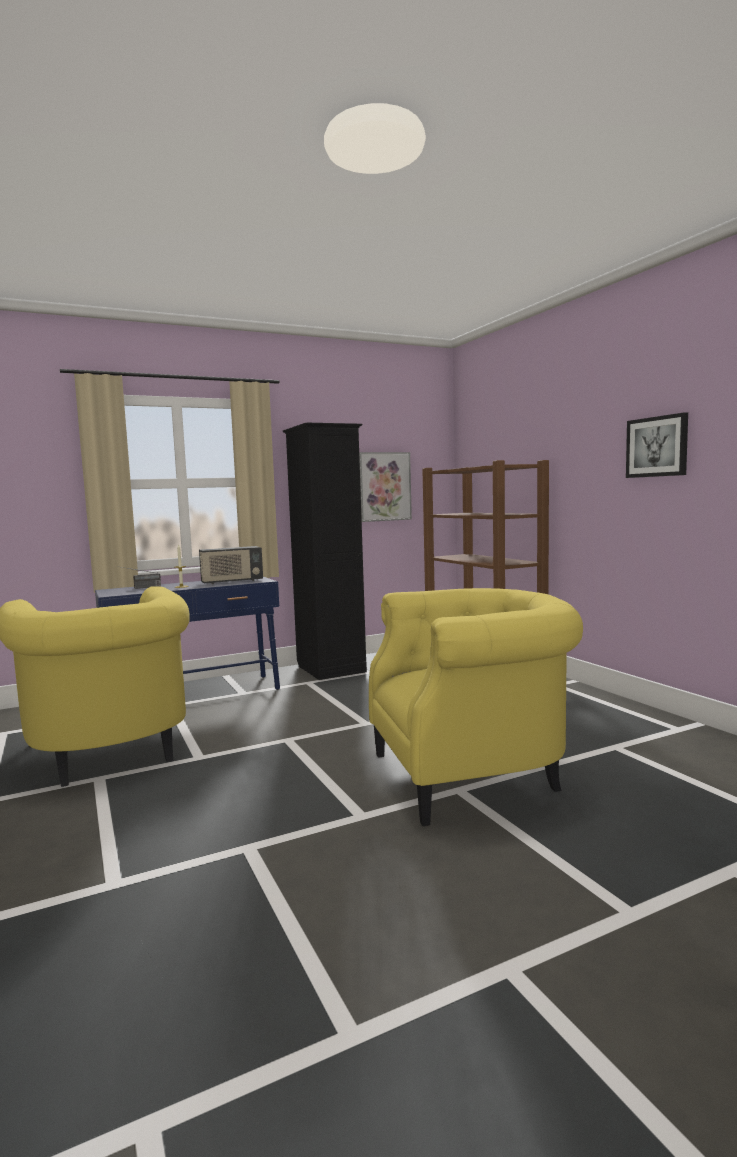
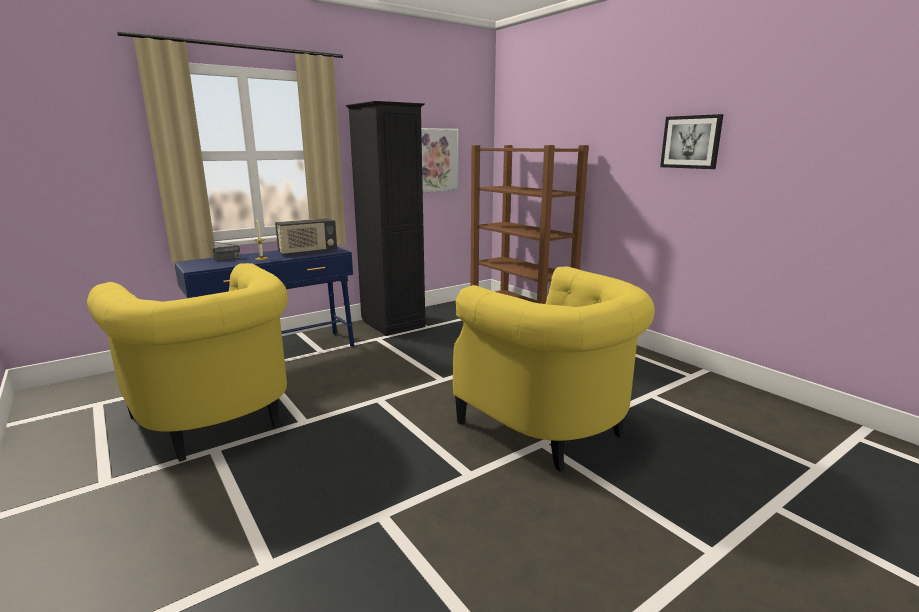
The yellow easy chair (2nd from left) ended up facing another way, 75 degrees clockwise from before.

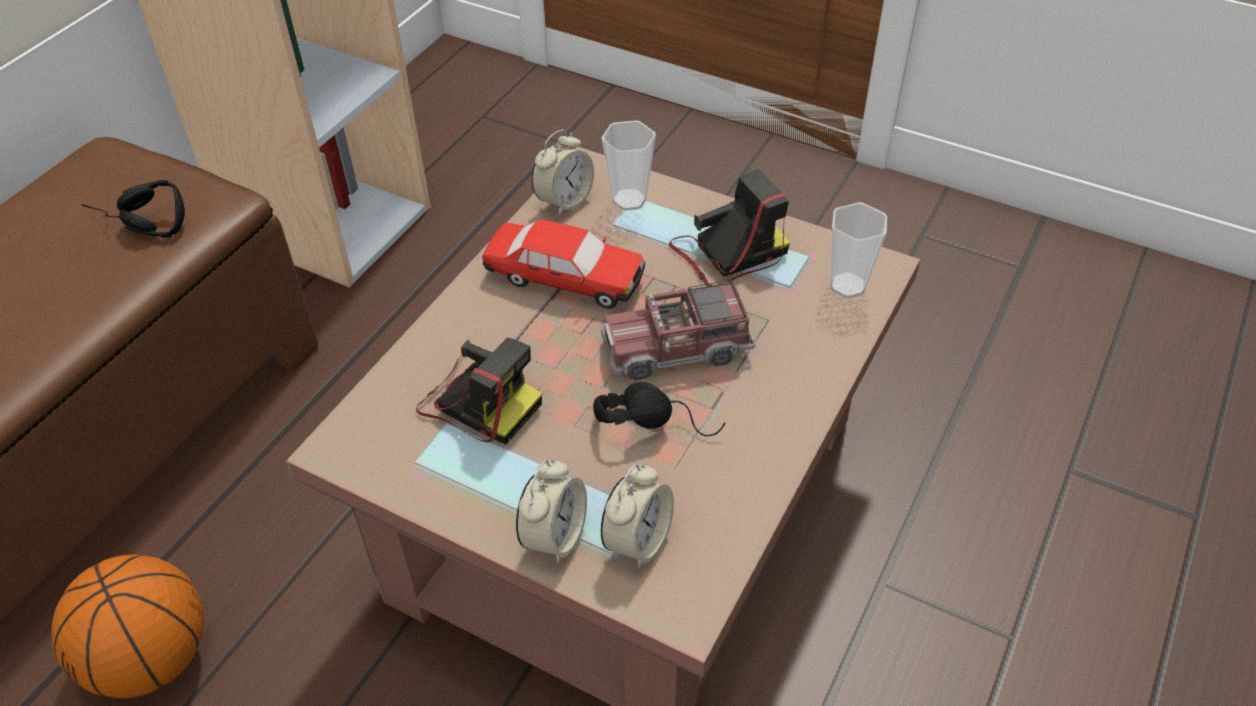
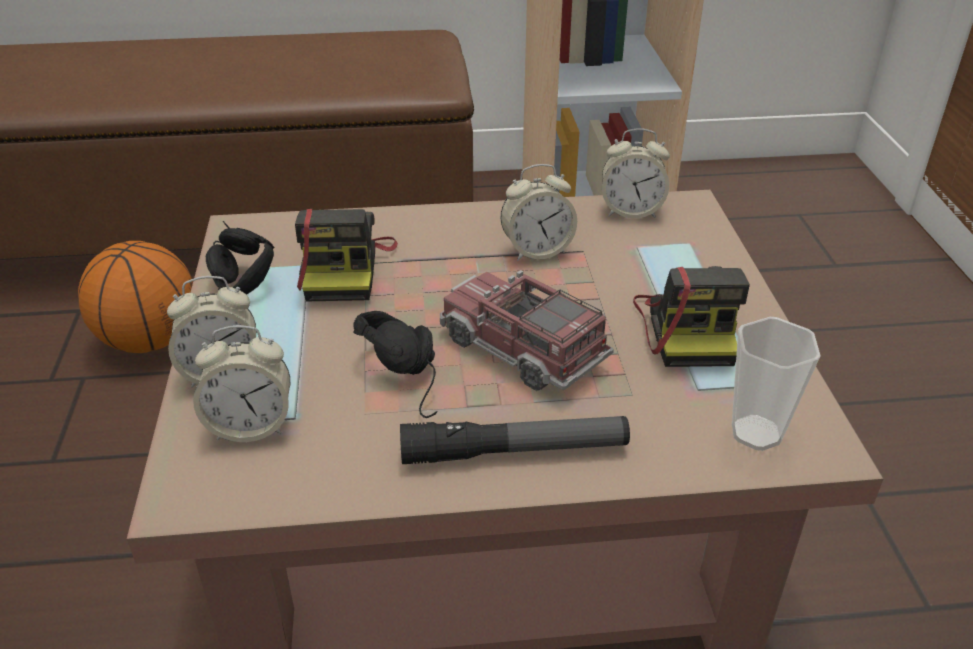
The blackish headset (1st from left) ended up elsewhere.
The second view gained the flashlight.
Where the model car stood, the alarm clock (3rd from left) came to stand.
The photo camera (2nd from left) ended up facing another way, 60 degrees clockwise from before.
The second view lost the drinking cup (1st from left).

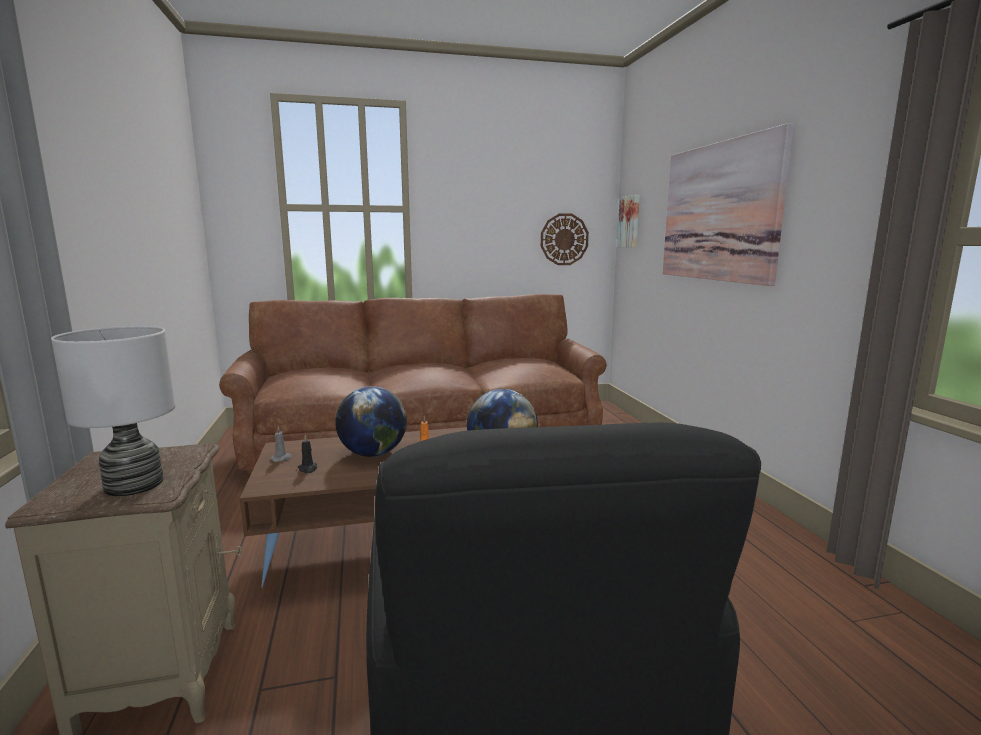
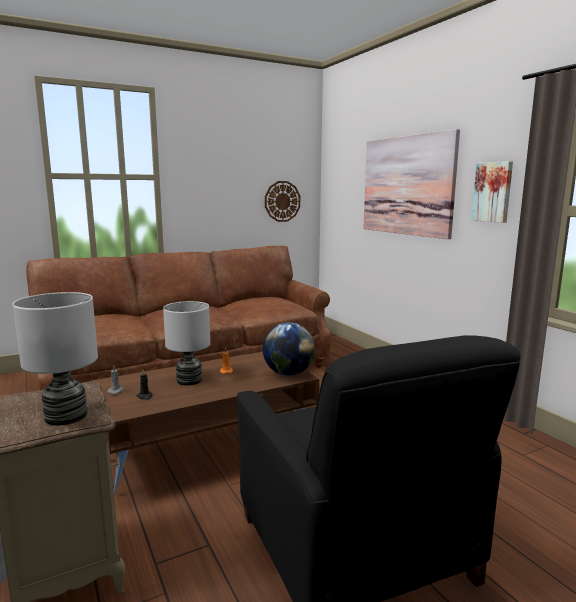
Where the desk globe (1st from left) stood, the greyish table lamp (2nd from left) came to stand.
The wall picture (1st from left in the first image) ended up elsewhere.

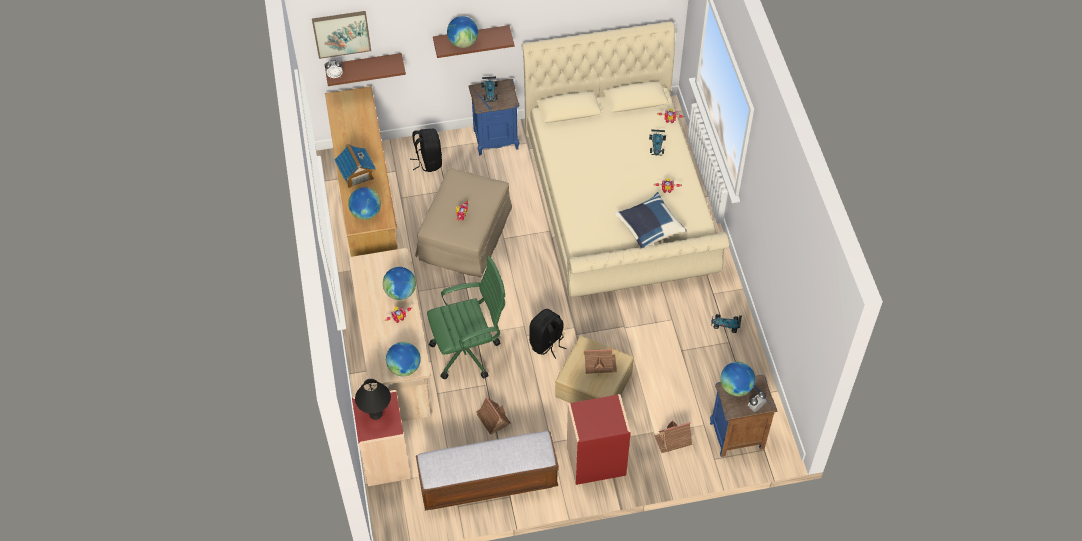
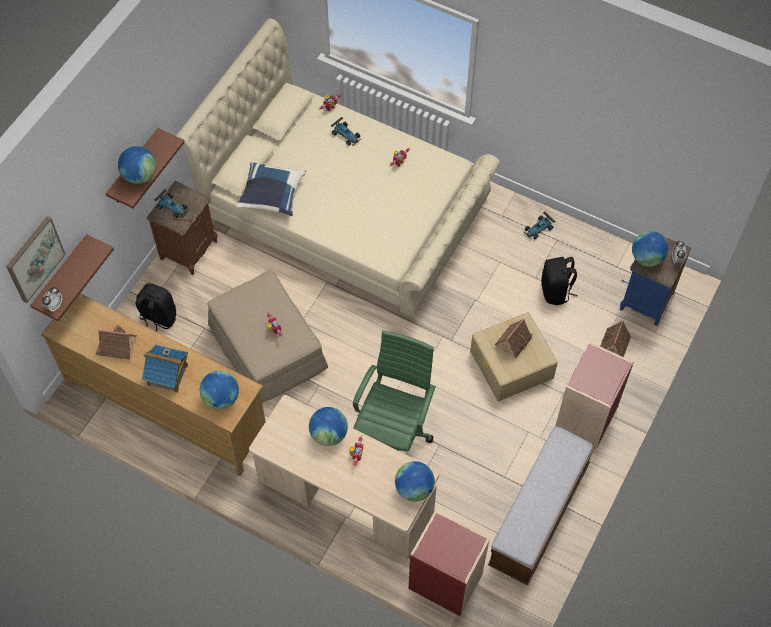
The miniature house (2nd from left in the first image) ended up elsewhere.
What was the blue-coloured bedside table (1st from left) turned into the brown bedside table.
The blue-coloured pillow ended up elsewhere.
The blackish rucksack (2nd from left) ended up elsewhere.
The second view lost the blackish table lamp.

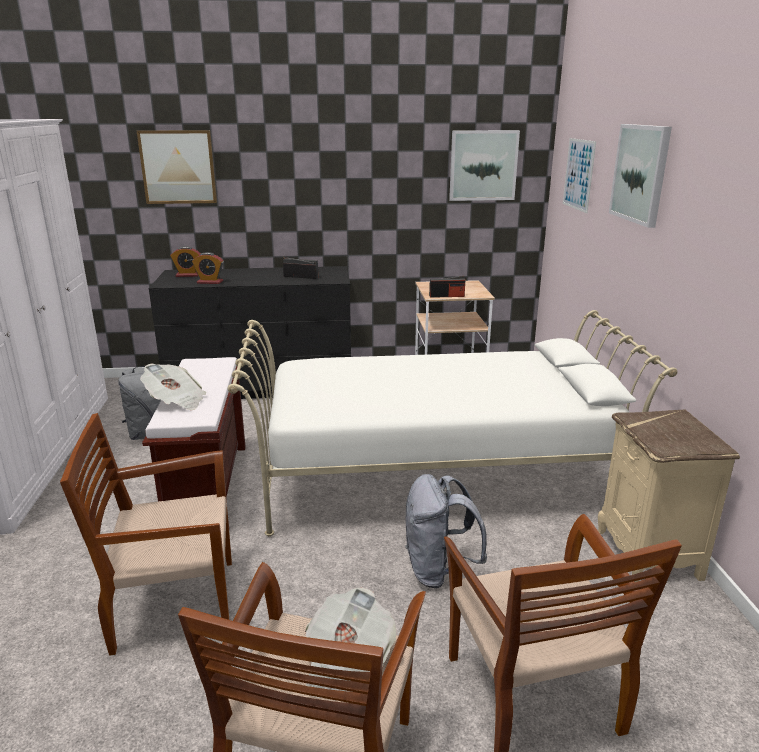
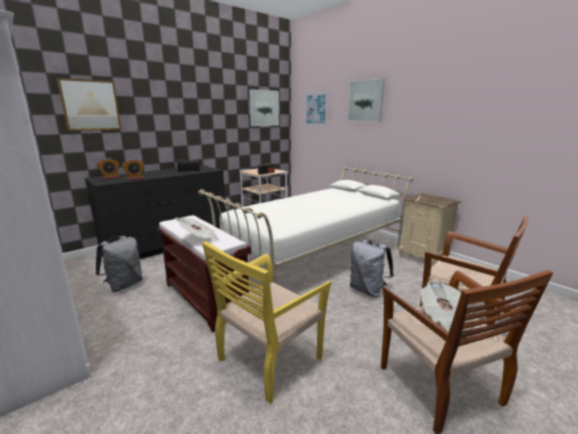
What was the brown easy chair (1st from left) turned into the yellow easy chair.

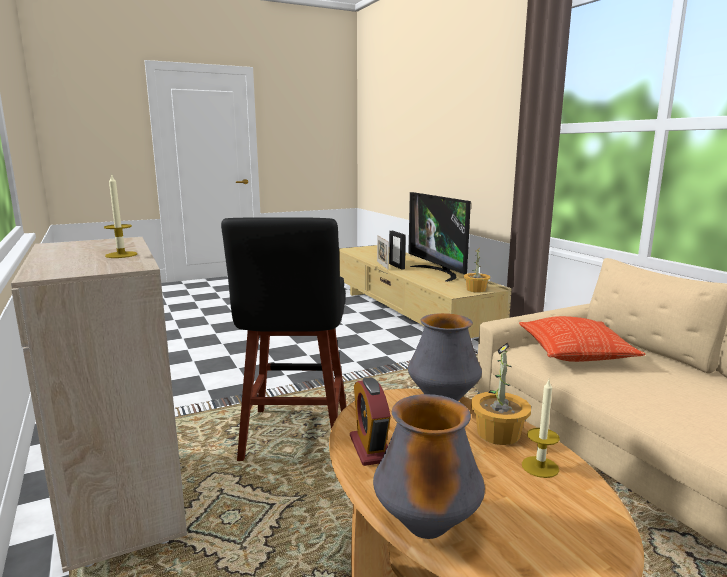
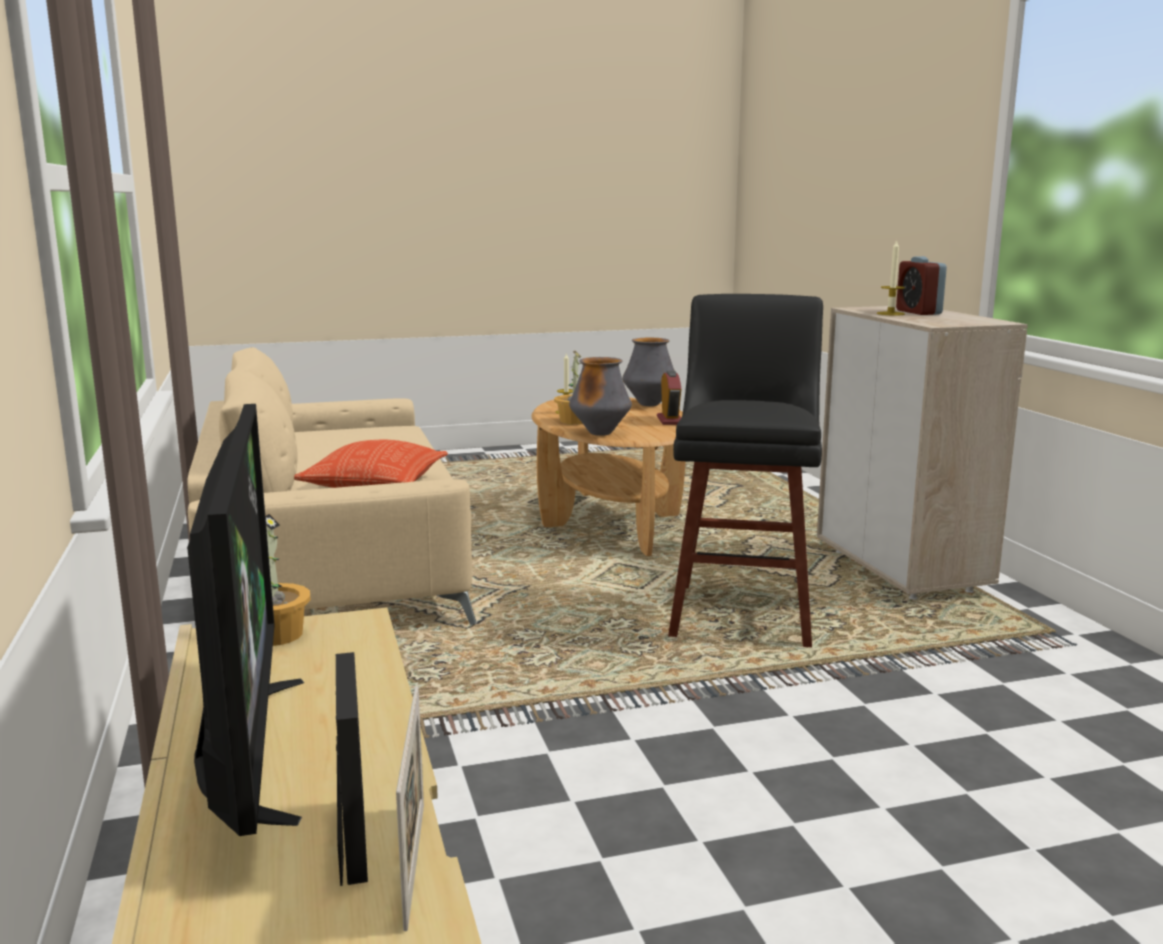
The second view gained the alarm clock (2nd from left).

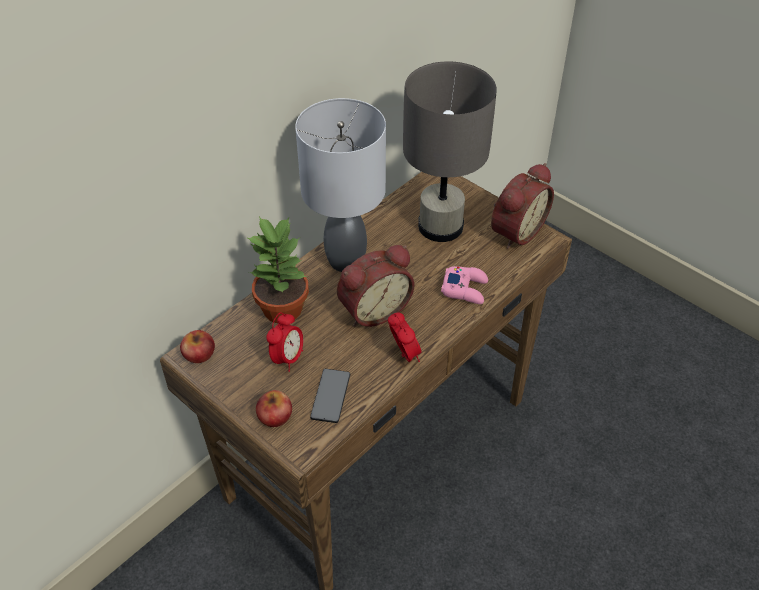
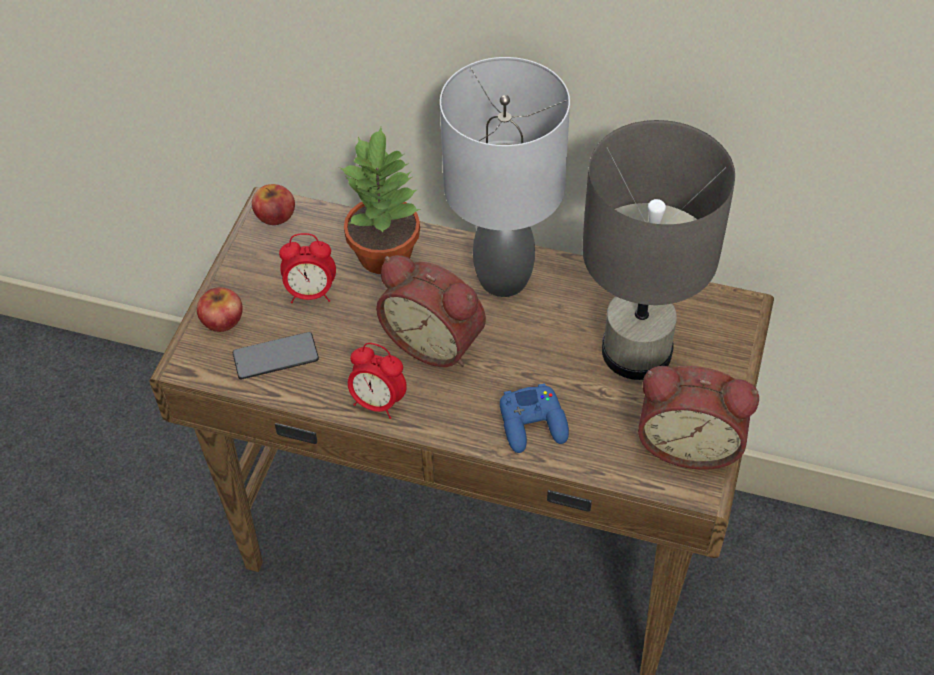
The alarm clock (3rd from left in the first image) ended up facing another way, 75 degrees clockwise from before.
What was the pink game controller turned into the blue-coloured game controller.

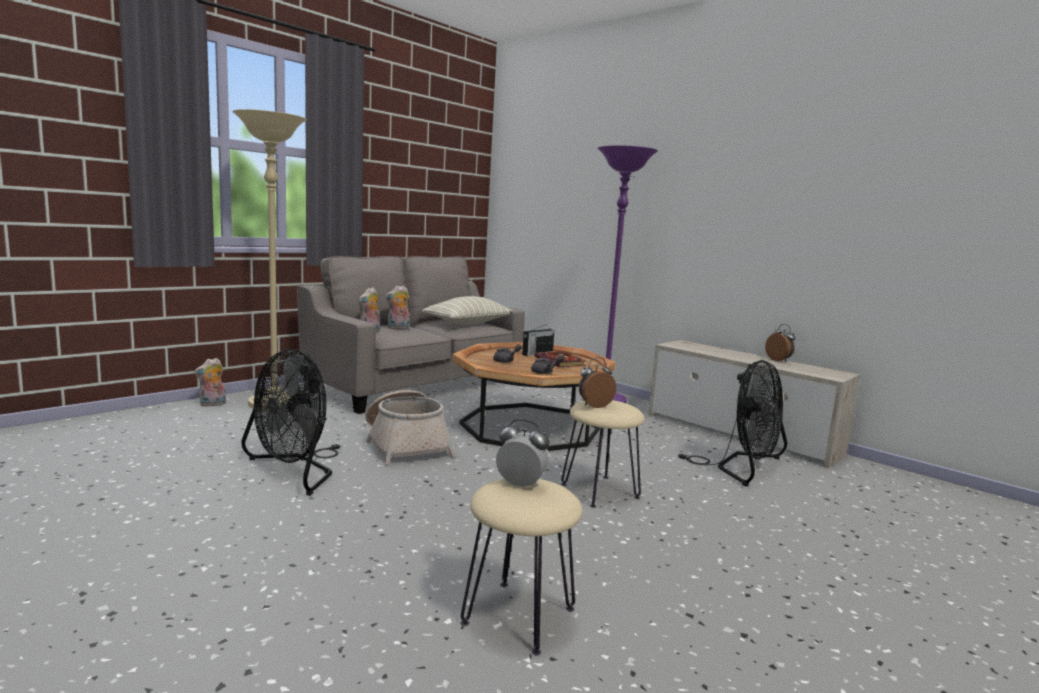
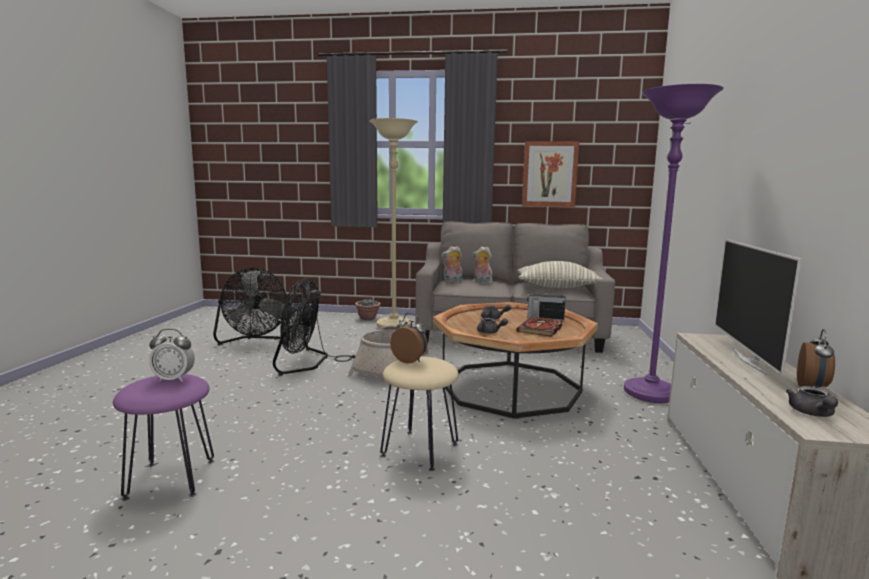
What was the sand-coloured sitting stool (1st from left) turned into the purplish sitting stool.
The alarm clock (1st from left) ended up facing another way, 105 degrees clockwise from before.
The blackish fan (2nd from left in the first image) ended up elsewhere.
Where the plush toy (1st from left) stood, the houseplant came to stand.
The second view gained the wall picture.
The second view gained the television.
The second view gained the greyish teapot (3rd from left).

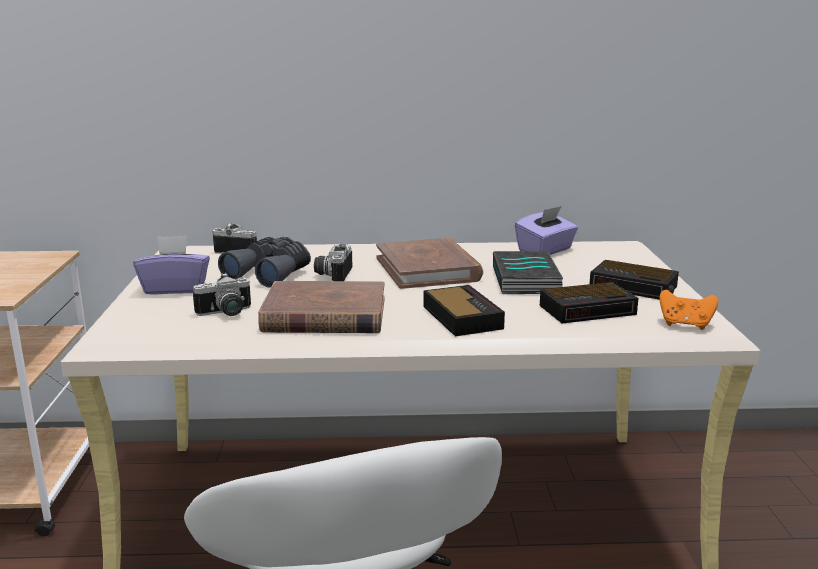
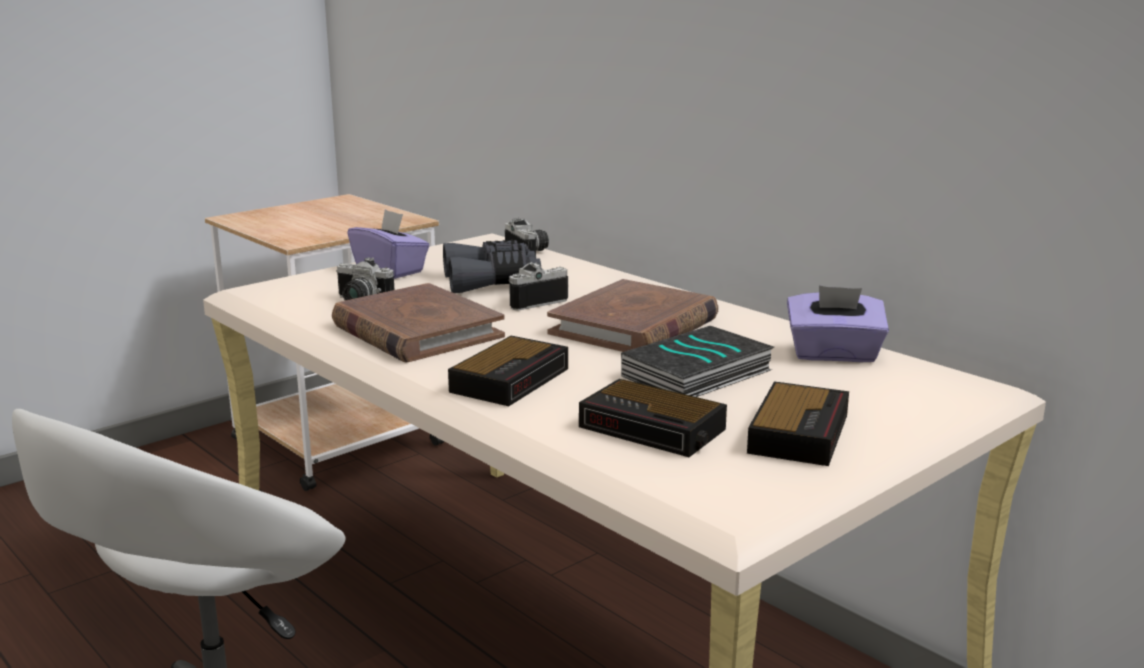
The alarm clock (3rd from left) ended up facing another way, 150 degrees counterclockwise from before.
The second view lost the orangey game controller.

